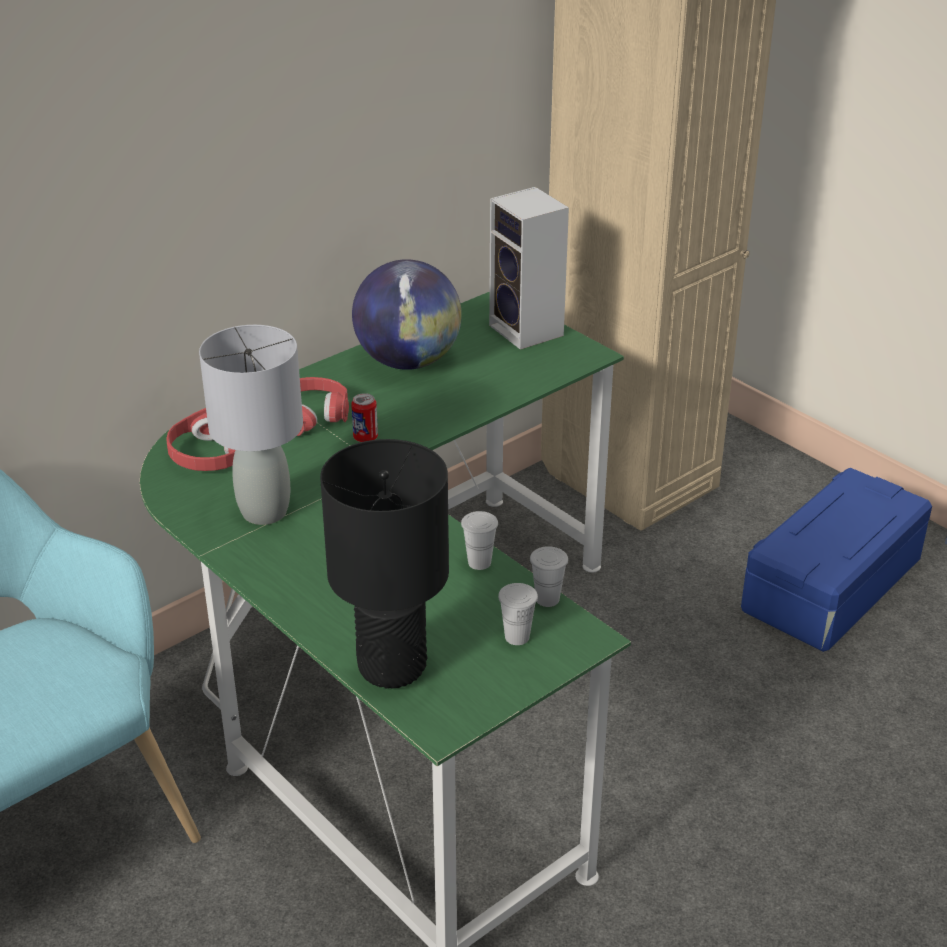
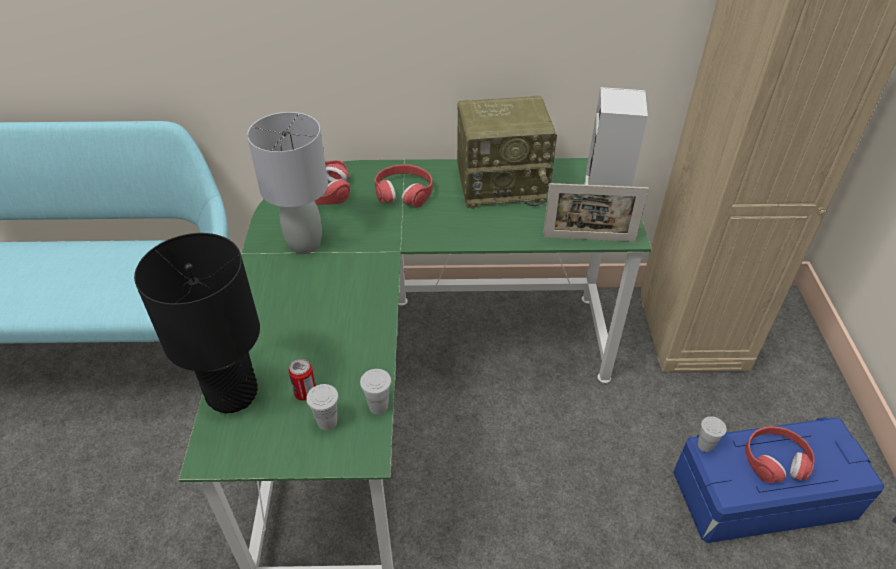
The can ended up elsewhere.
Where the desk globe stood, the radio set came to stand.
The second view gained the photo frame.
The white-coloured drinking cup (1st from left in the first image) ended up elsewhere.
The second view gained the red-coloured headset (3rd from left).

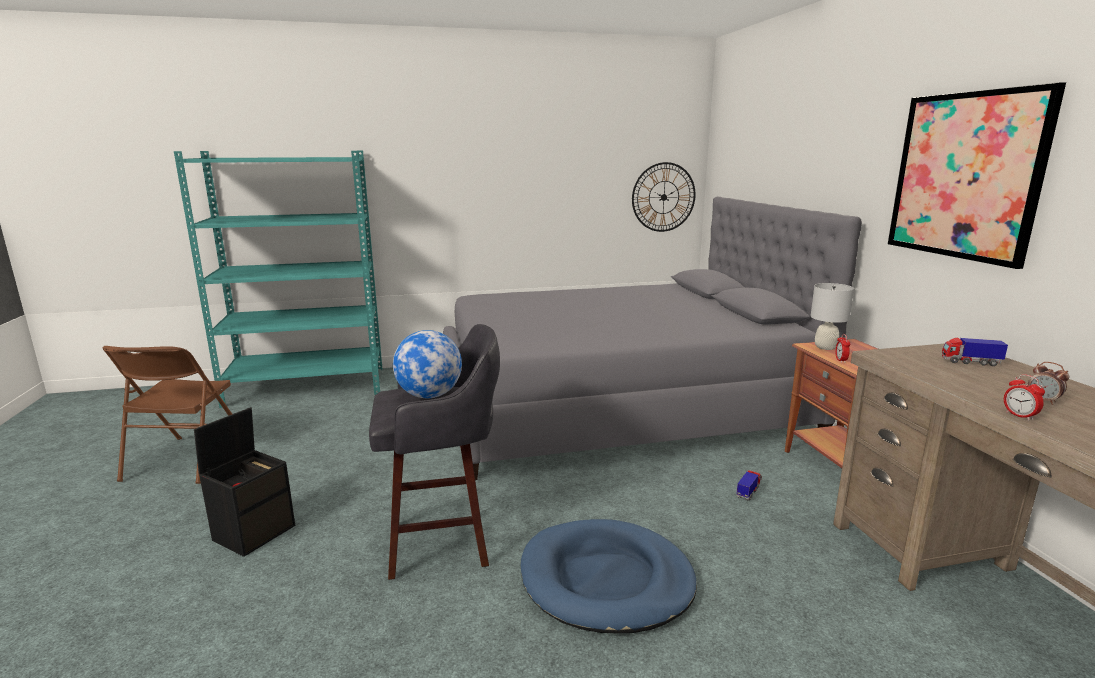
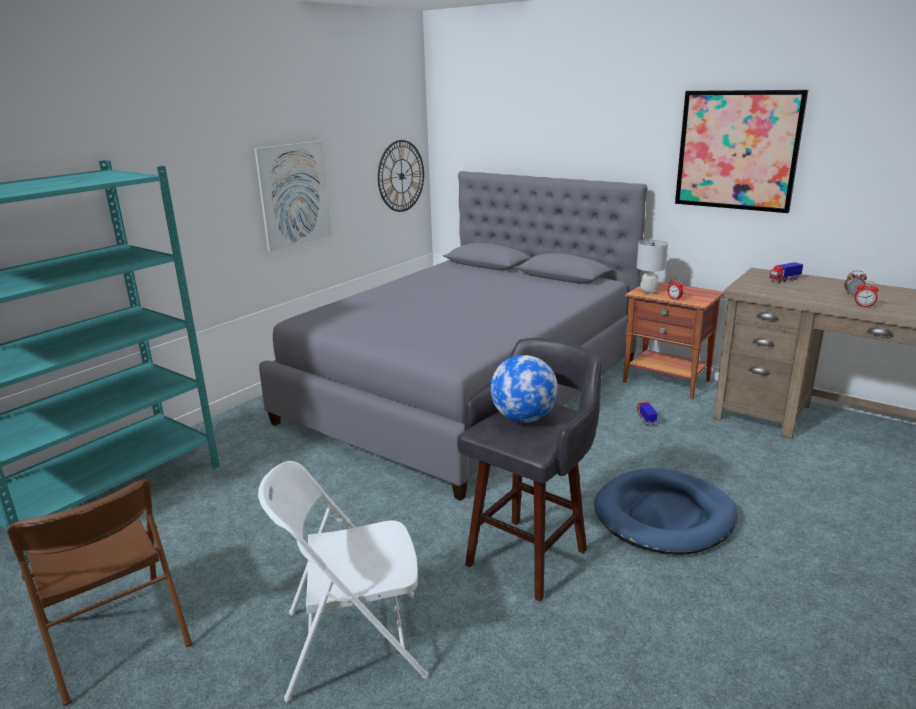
The second view gained the wall picture (1st from left).
Where the blackish storage bin stood, the white-coloured upright chair came to stand.

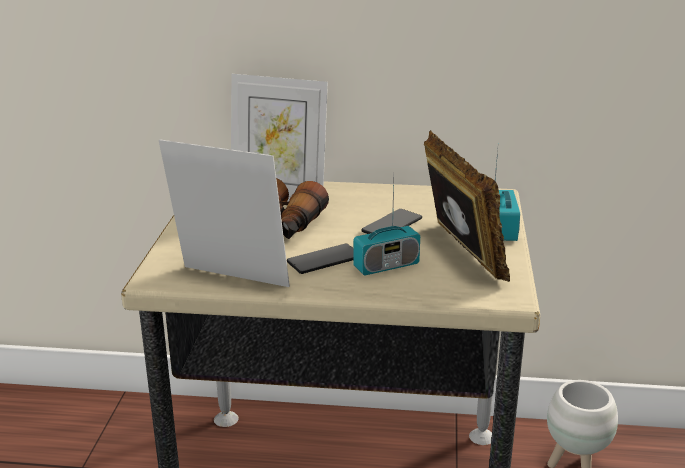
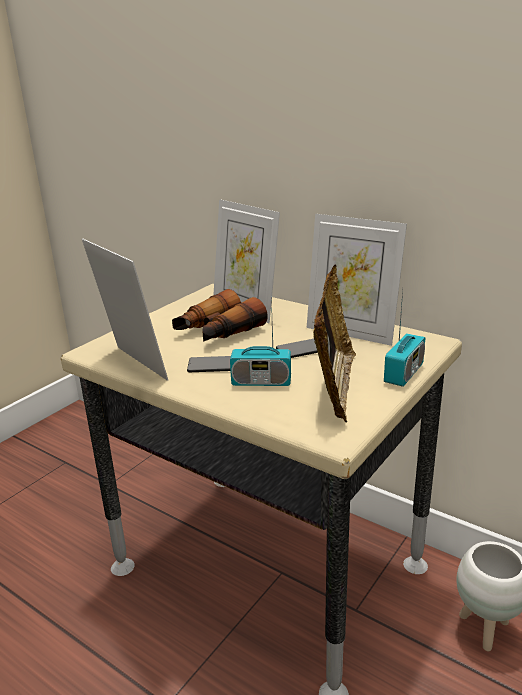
The second view gained the photo frame (4th from left).

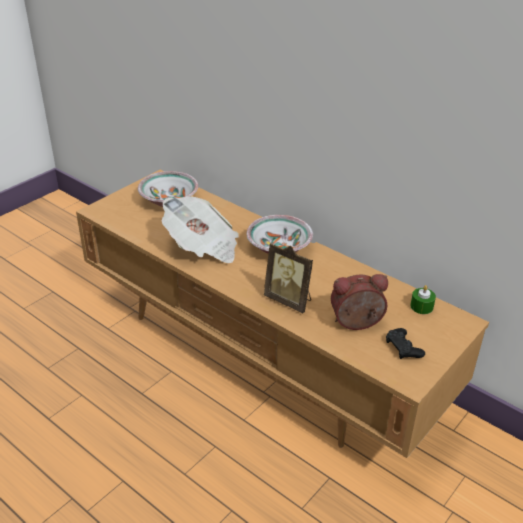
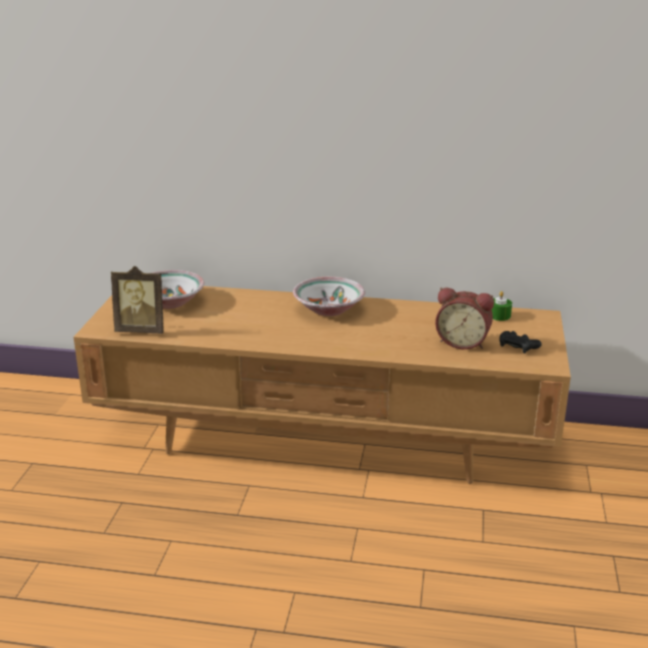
The photo frame ended up elsewhere.
The alarm clock ended up facing another way, 120 degrees counterclockwise from before.
The second view lost the daily paper.

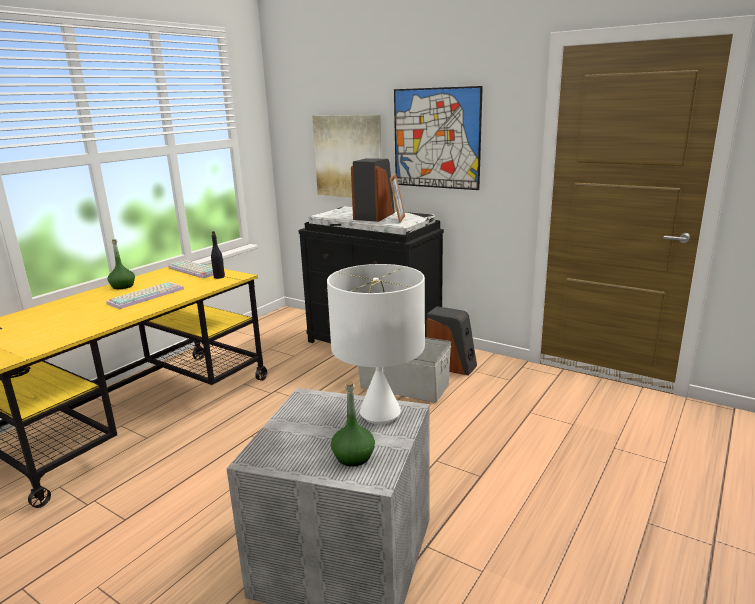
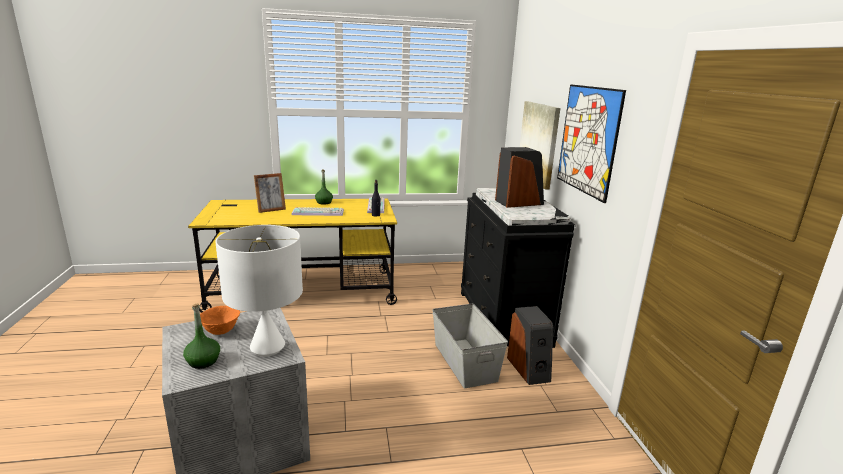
The second view gained the orangey serving bowl.
The photo frame ended up elsewhere.

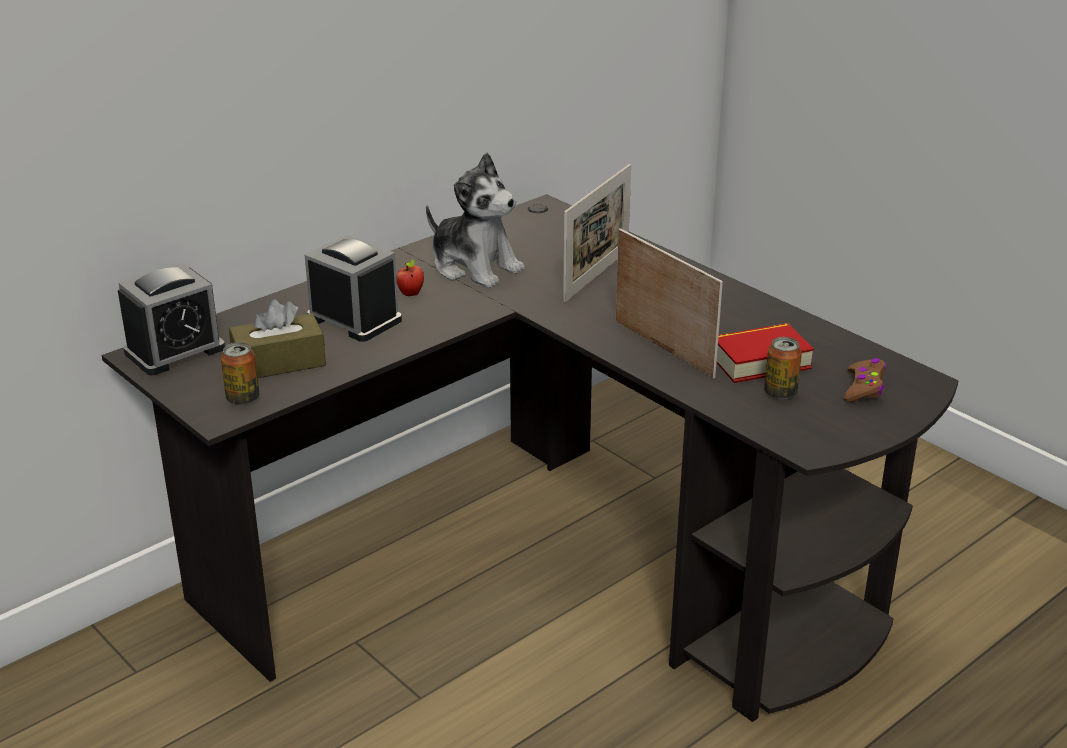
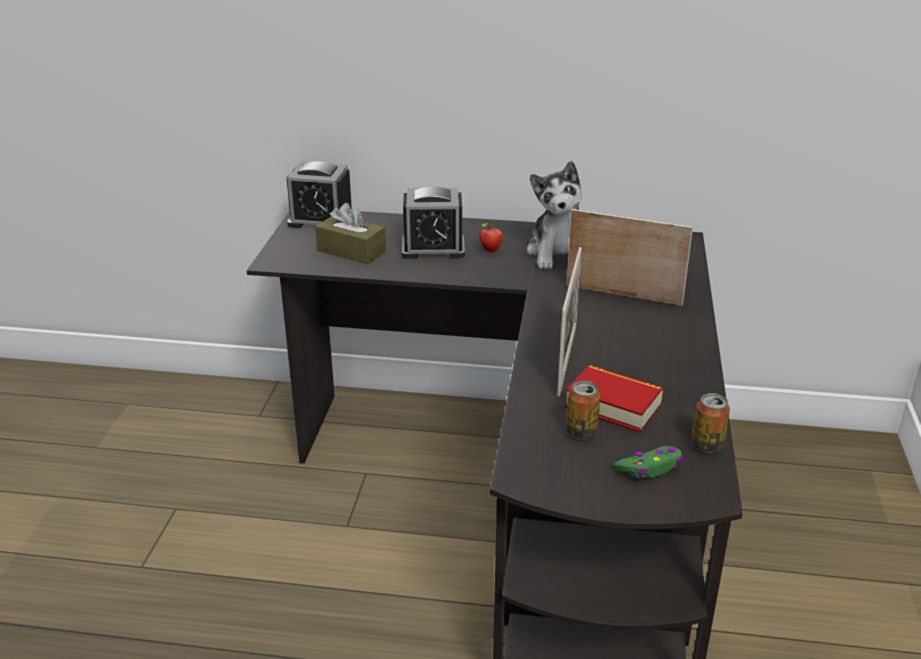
The alarm clock (2nd from left) ended up facing another way, 90 degrees clockwise from before.
The photo frame (1st from left in the first image) ended up facing another way, 150 degrees counterclockwise from before.
What was the brown game controller turned into the green-coloured game controller.
The can (1st from left in the first image) ended up elsewhere.

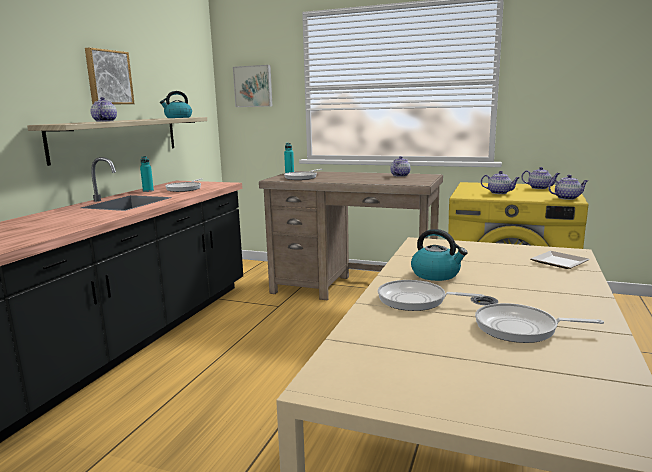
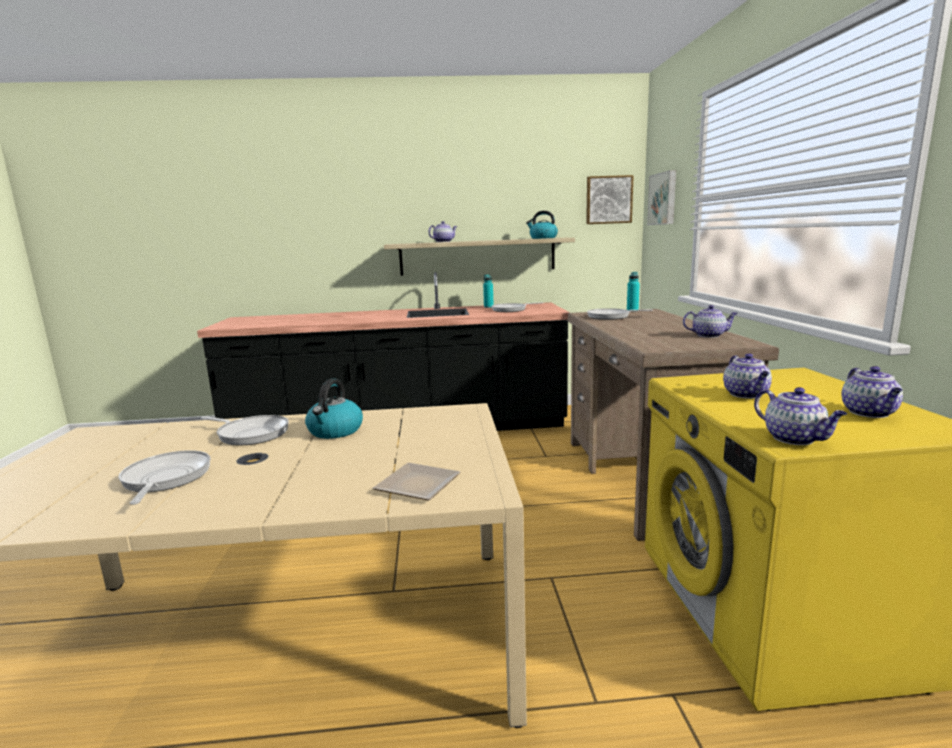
The skillet (3rd from left in the first image) ended up facing another way, 120 degrees clockwise from before.
The wall picture (1st from left) ended up elsewhere.

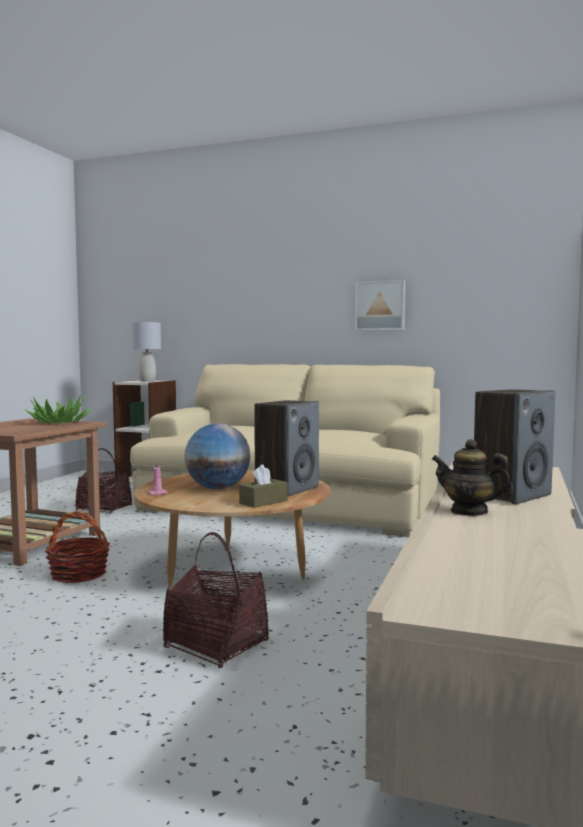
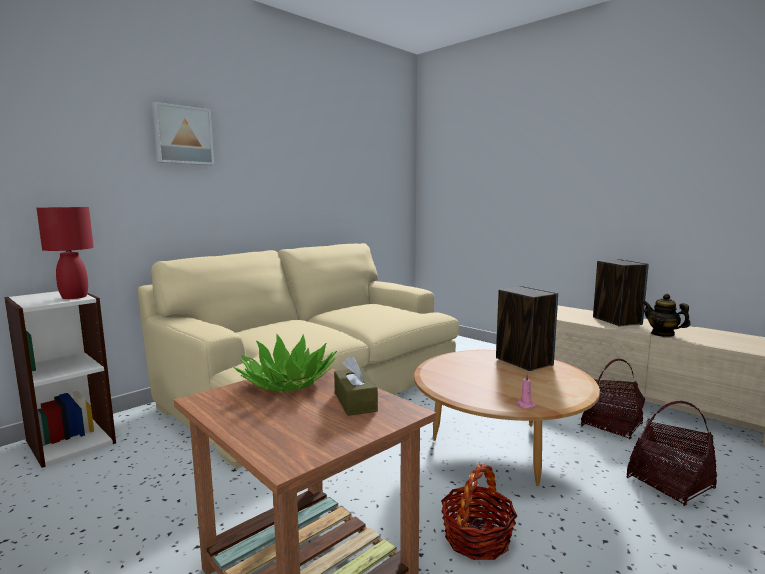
What was the greyish table lamp turned into the red-coloured table lamp.
The wall picture ended up elsewhere.
The brown tissue box ended up elsewhere.
The storage basket (2nd from left) ended up elsewhere.
The teapot ended up facing another way, 90 degrees clockwise from before.
The second view lost the desk globe.

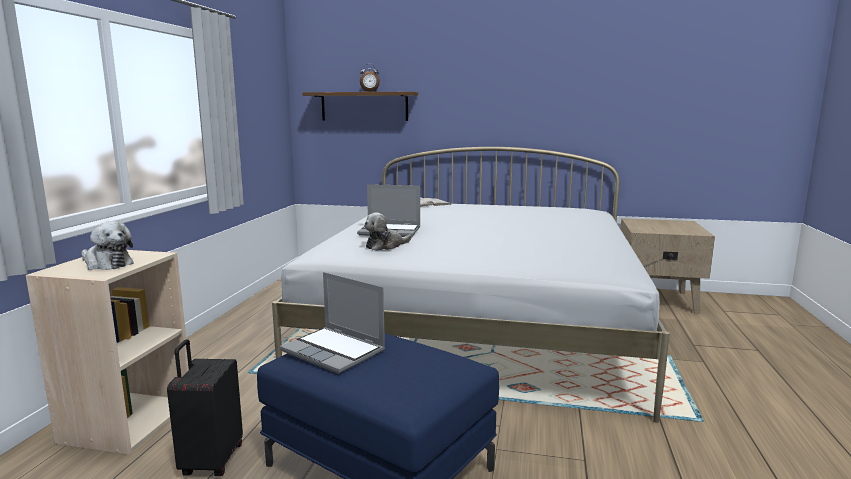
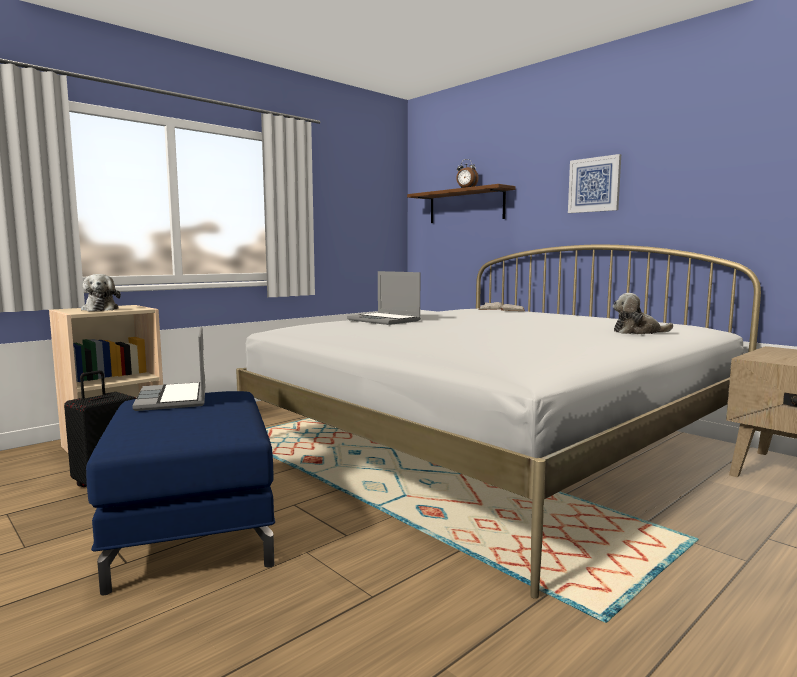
The second view gained the wall picture.
The plush toy (2nd from left) ended up elsewhere.

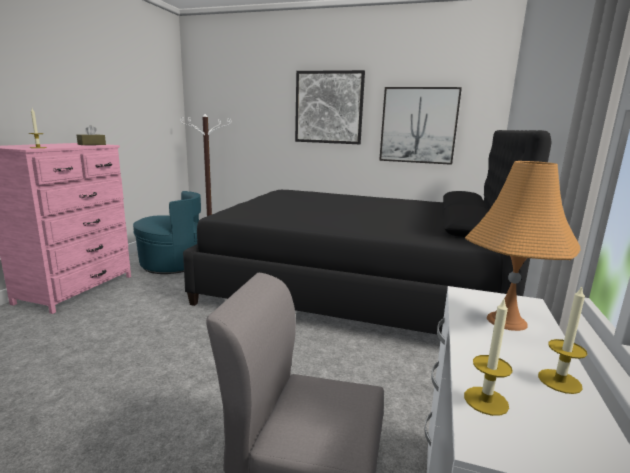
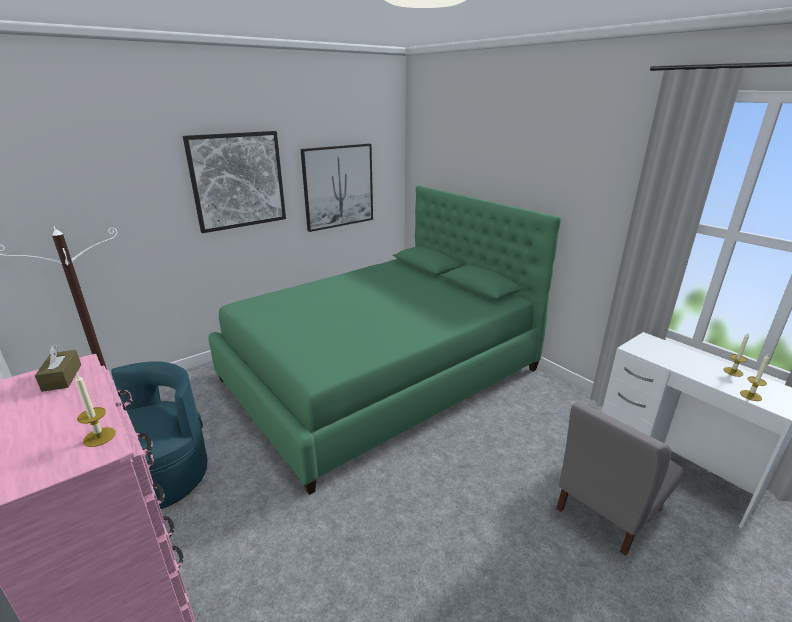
What was the blackish bedroom bed turned into the green-coloured bedroom bed.
The second view lost the orangey table lamp.

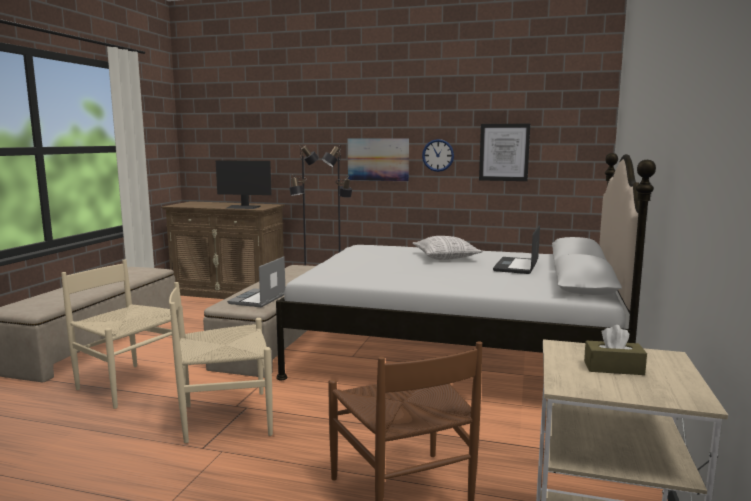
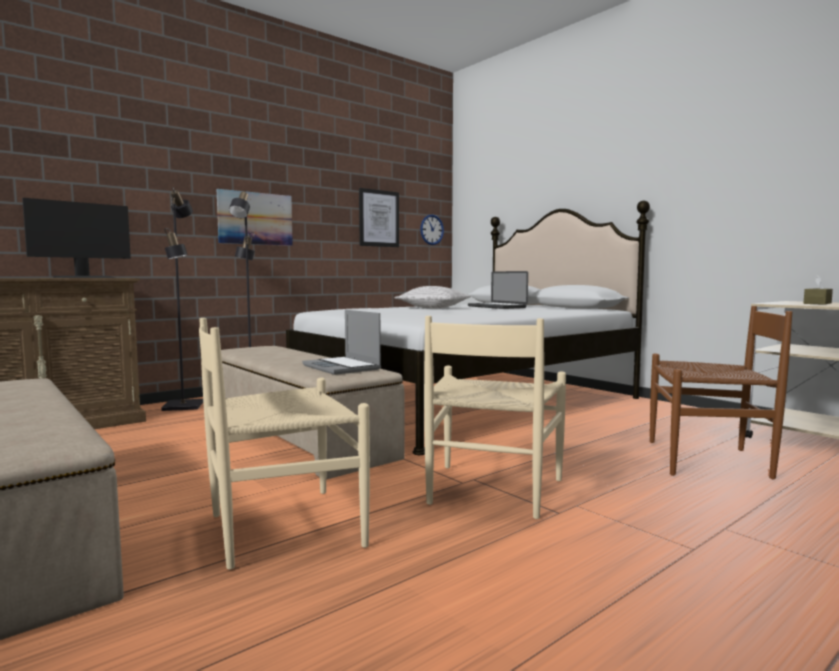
The clock on the wall ended up elsewhere.

